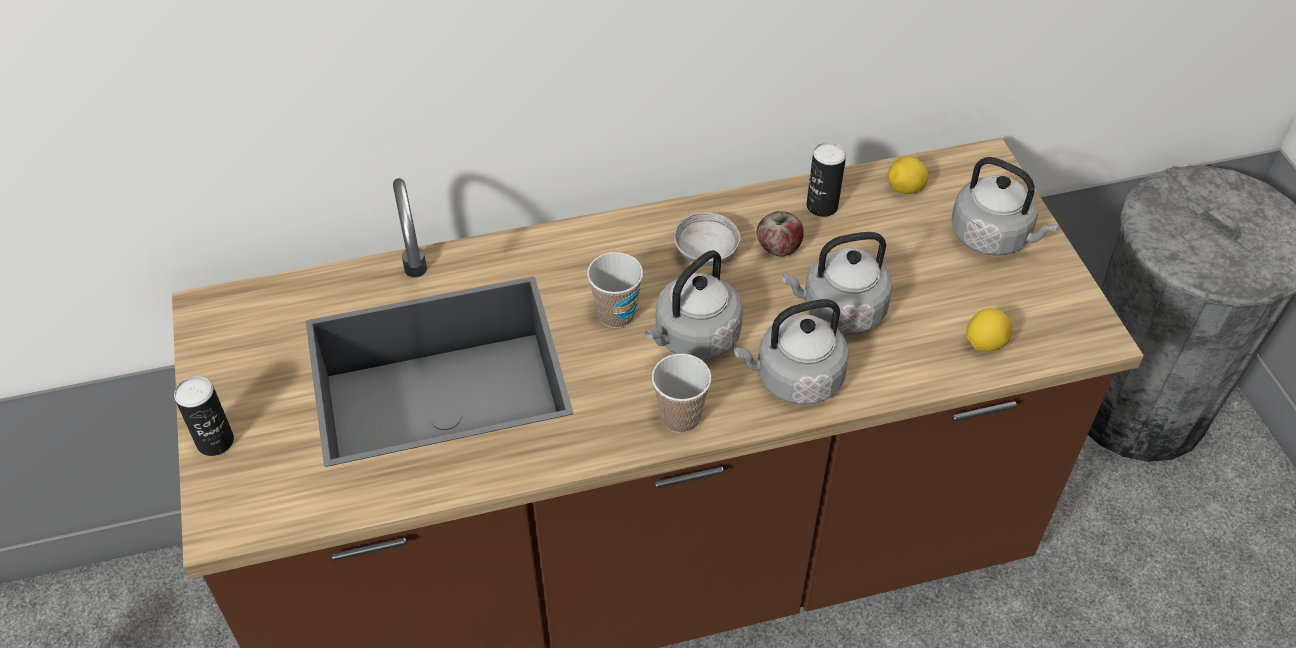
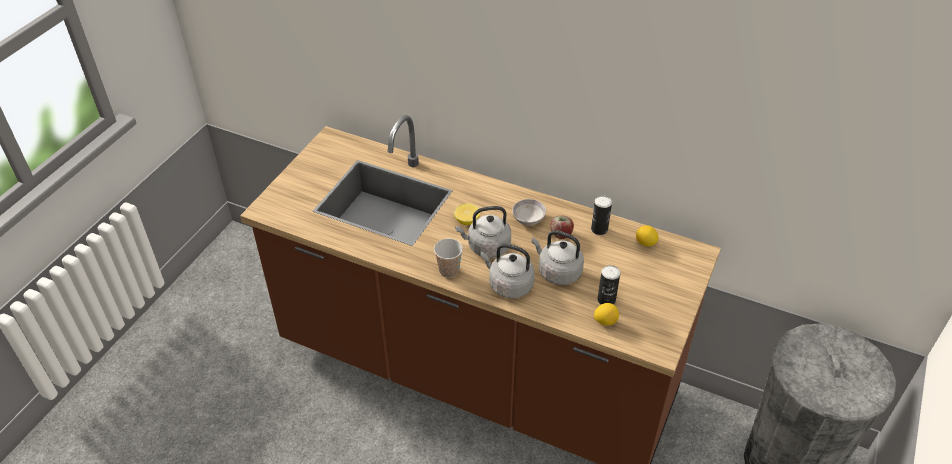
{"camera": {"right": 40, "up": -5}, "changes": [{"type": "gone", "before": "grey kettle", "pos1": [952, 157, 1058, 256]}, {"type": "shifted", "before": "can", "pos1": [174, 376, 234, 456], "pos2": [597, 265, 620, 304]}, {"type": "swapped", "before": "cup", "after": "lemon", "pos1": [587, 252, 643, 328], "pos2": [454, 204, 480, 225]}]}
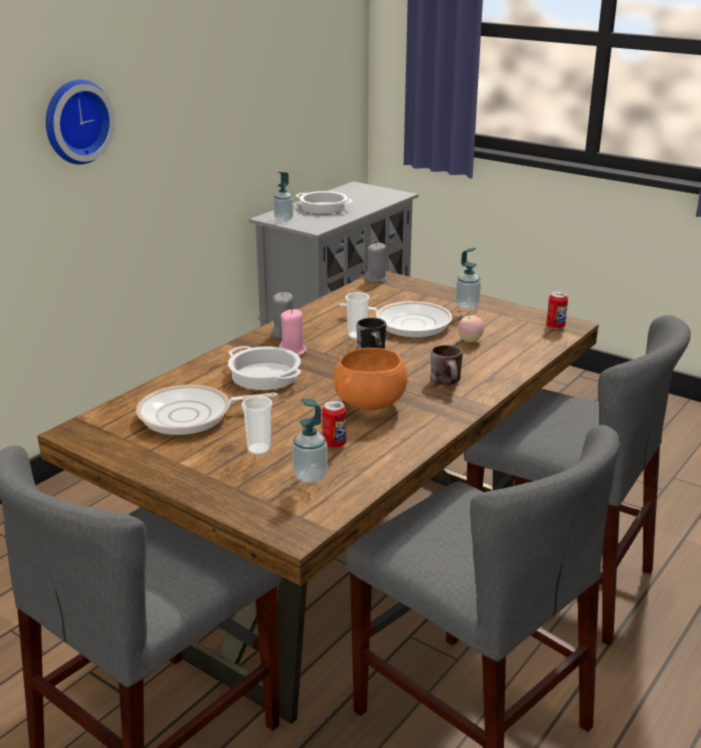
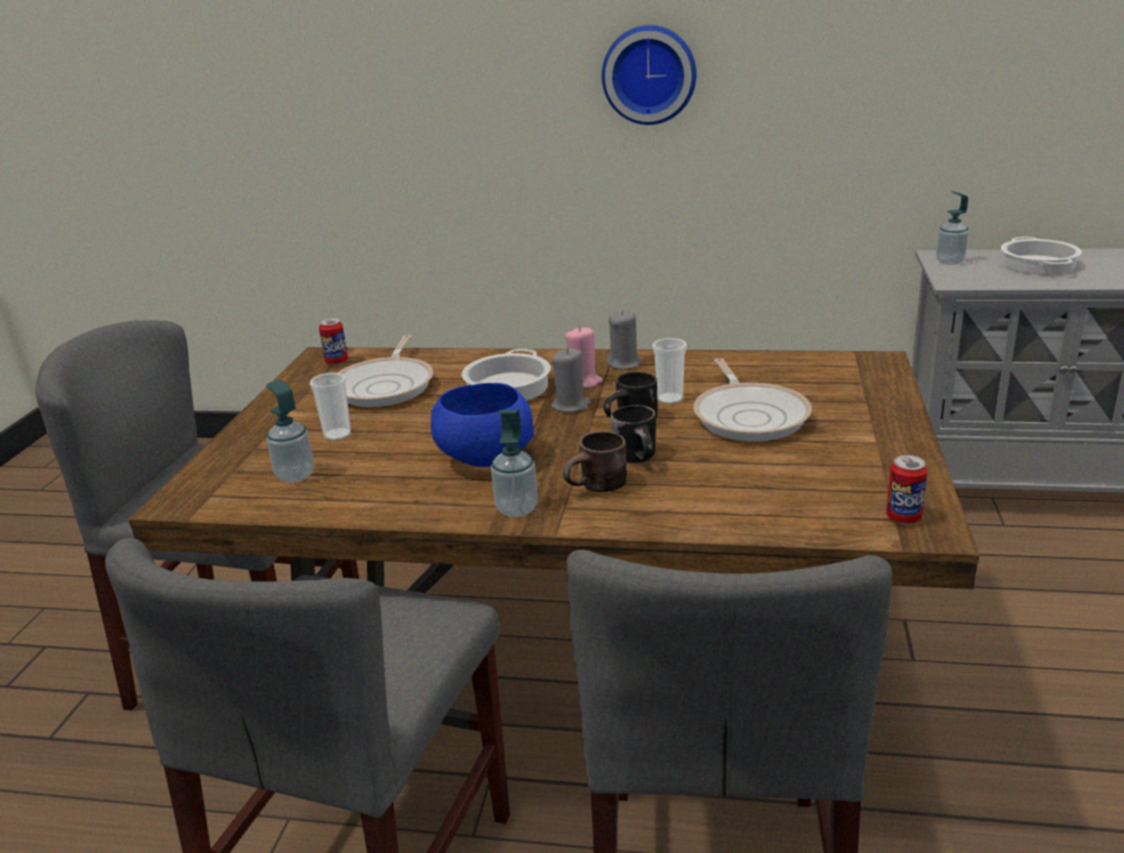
{"camera": {"right": 65, "up": 0}, "changes": [{"type": "gone", "before": "apple", "pos1": [458, 313, 484, 342]}, {"type": "new", "after": "black mug", "pos2": [611, 405, 656, 463]}, {"type": "shifted", "before": "can", "pos1": [322, 401, 346, 448], "pos2": [319, 318, 348, 366]}, {"type": "shifted", "before": "grey candle", "pos1": [364, 243, 388, 283], "pos2": [552, 348, 591, 413]}, {"type": "shifted", "before": "soap dispenser", "pos1": [456, 248, 481, 309], "pos2": [491, 410, 538, 517]}, {"type": "repainted", "before": "orange bowl", "after": "blue bowl", "pos1": [334, 348, 407, 411], "pos2": [431, 383, 534, 467]}, {"type": "rotated", "before": "frying pan", "pos1": [136, 385, 278, 435], "pos2": [338, 335, 433, 407], "turn": -135}]}
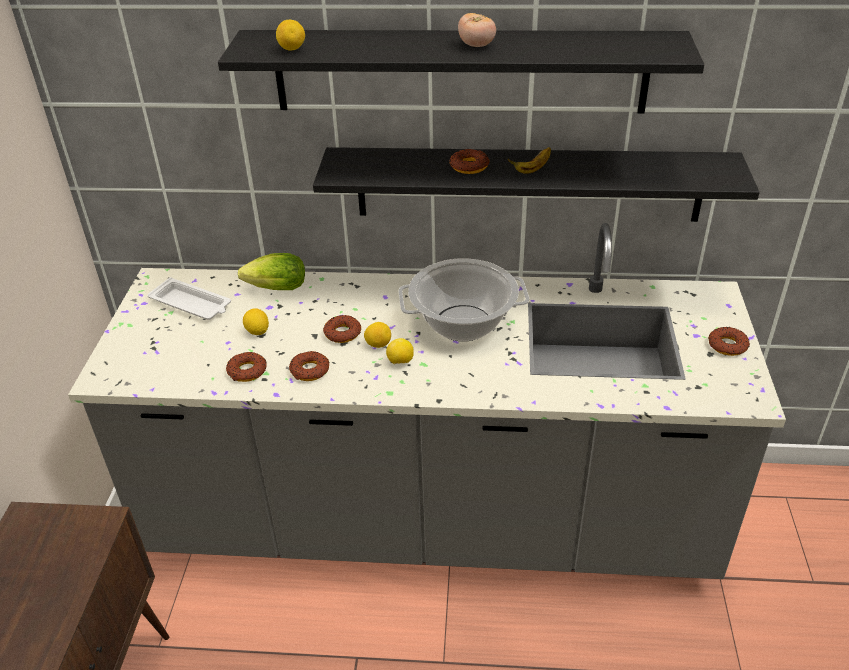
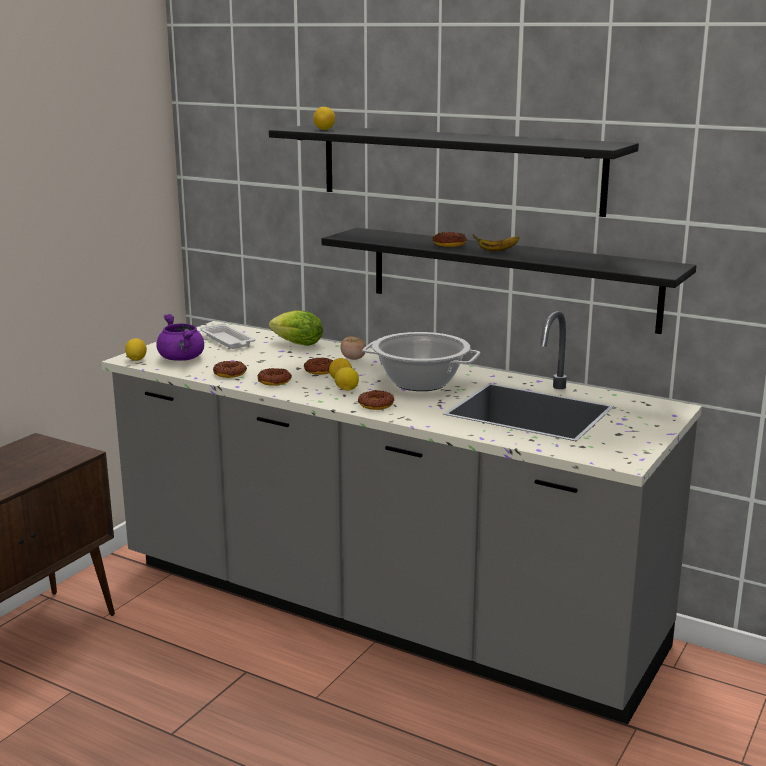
{"camera": {"right": 25, "up": -20}, "changes": [{"type": "new", "after": "purple cooking pot", "pos2": [156, 314, 204, 361]}, {"type": "shifted", "before": "lemon", "pos1": [243, 308, 269, 335], "pos2": [125, 338, 147, 361]}, {"type": "shifted", "before": "tomato", "pos1": [458, 13, 496, 47], "pos2": [340, 336, 366, 360]}, {"type": "shifted", "before": "donut", "pos1": [708, 327, 750, 356], "pos2": [358, 390, 394, 410]}]}
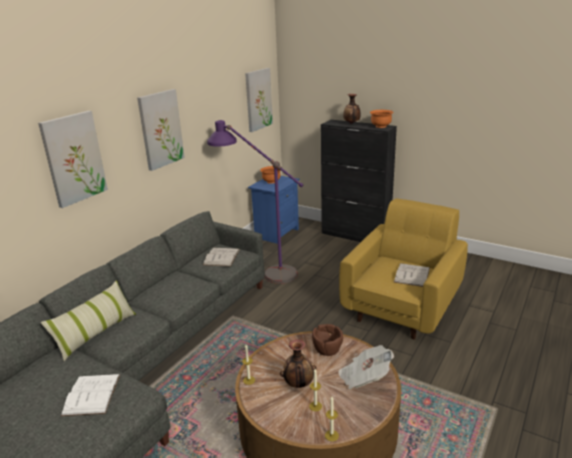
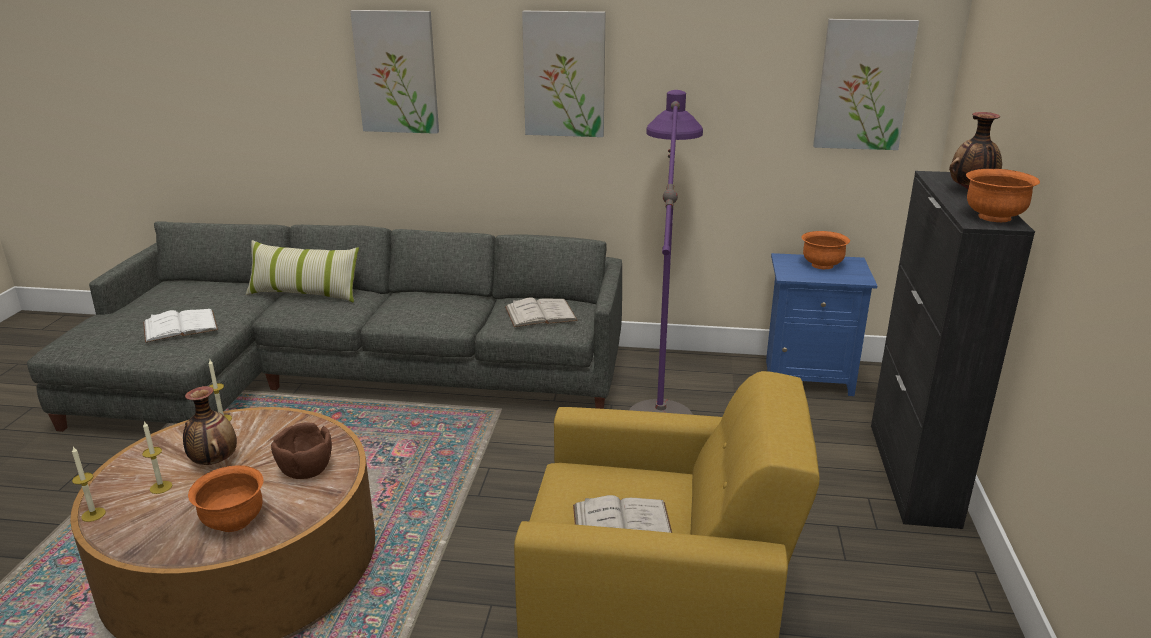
{"camera": {"right": 65, "up": 0}, "changes": [{"type": "swapped", "before": "newspaper", "after": "orange bowl", "pos1": [338, 345, 394, 389], "pos2": [188, 465, 263, 532]}]}
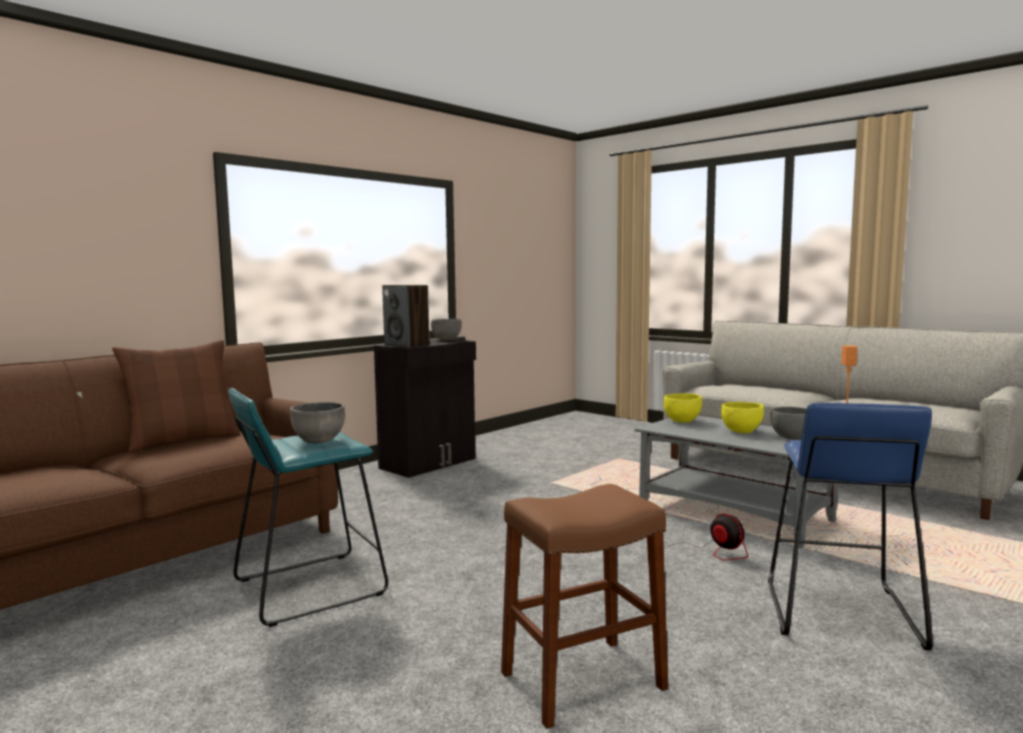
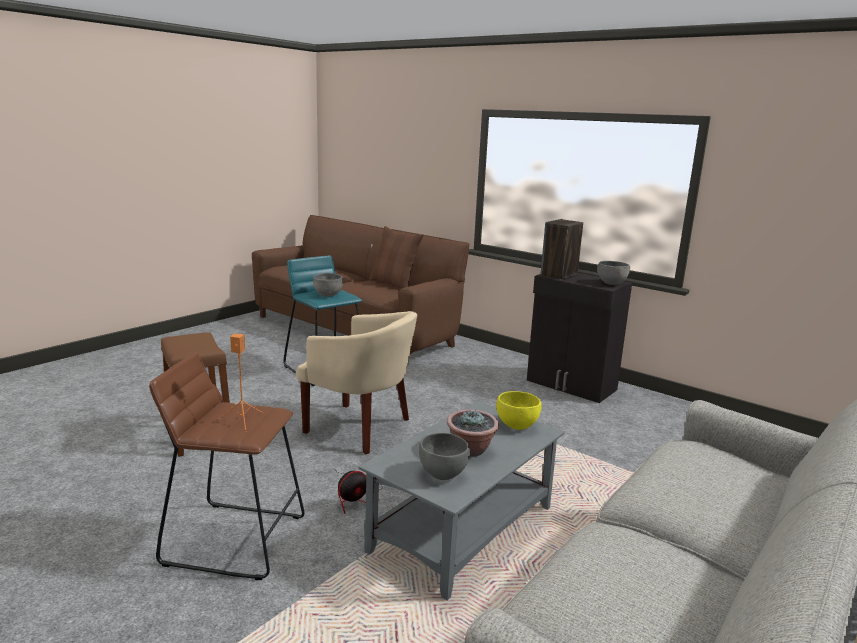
{"camera": {"right": 85, "up": 10}, "changes": [{"type": "new", "after": "beige armchair", "pos2": [296, 311, 417, 455]}, {"type": "swapped", "before": "yellow bowl", "after": "potted plant", "pos1": [721, 402, 764, 433], "pos2": [447, 409, 499, 457]}, {"type": "repainted", "before": "blue stool", "after": "brown stool", "pos1": [768, 403, 933, 651], "pos2": [149, 352, 305, 580]}]}
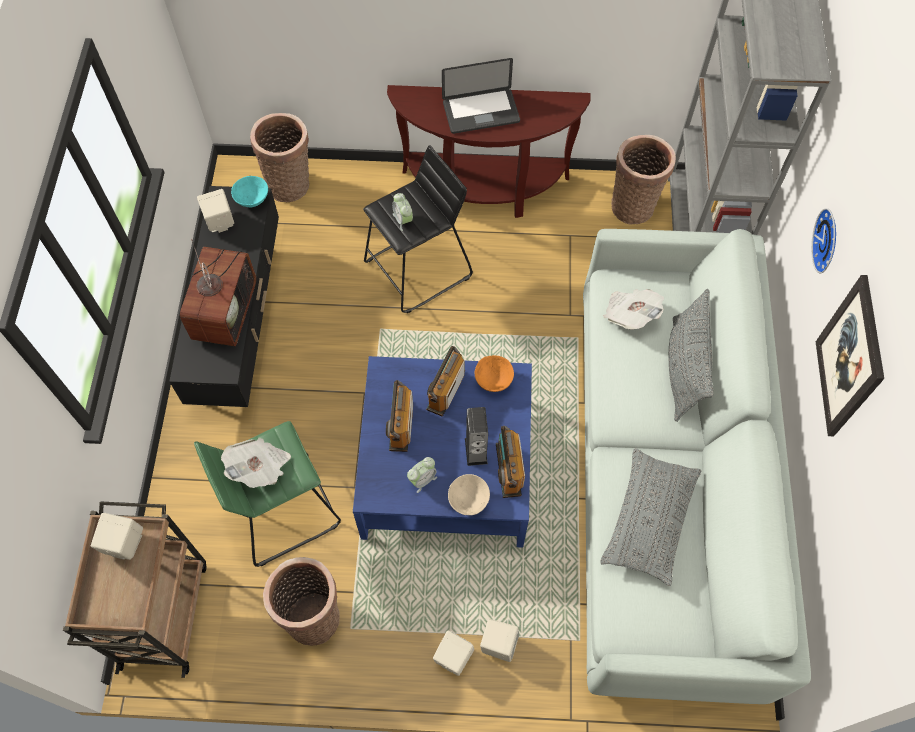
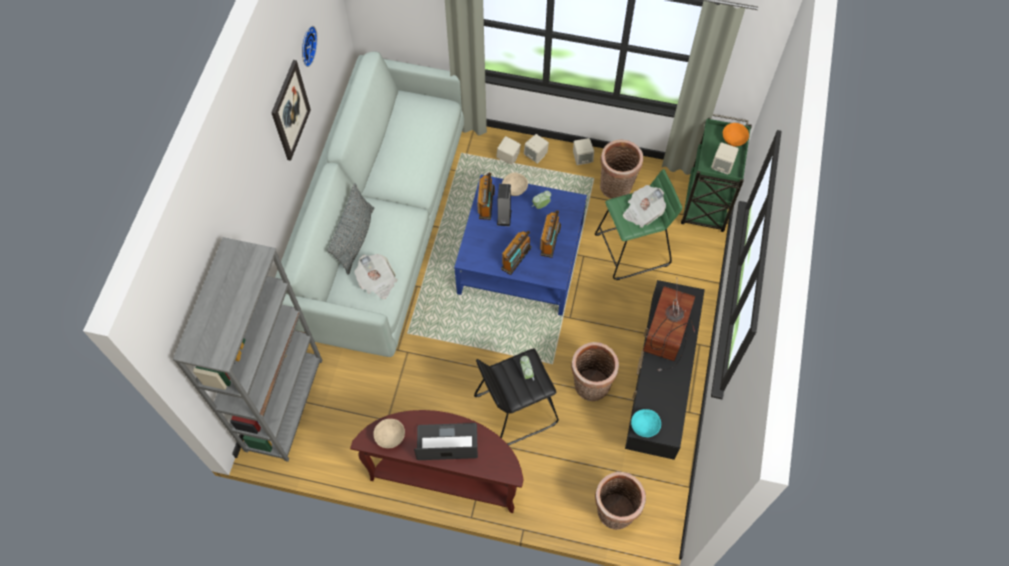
{"camera": {"right": -170, "up": 0}, "changes": [{"type": "gone", "before": "grey pillow", "pos1": [600, 448, 701, 586]}, {"type": "new", "after": "beige bowl", "pos2": [374, 419, 405, 448]}, {"type": "shifted", "before": "beige speaker", "pos1": [197, 189, 234, 233], "pos2": [573, 138, 594, 165]}, {"type": "shifted", "before": "orange bowl", "pos1": [475, 355, 514, 392], "pos2": [723, 123, 749, 147]}, {"type": "shifted", "before": "basket", "pos1": [611, 135, 676, 224], "pos2": [571, 342, 619, 401]}, {"type": "shifted", "before": "wall clock", "pos1": [811, 208, 836, 273], "pos2": [302, 26, 318, 67]}, {"type": "repainted", "before": "brown cart", "after": "green cart", "pos1": [63, 502, 207, 678], "pos2": [681, 114, 752, 232]}]}
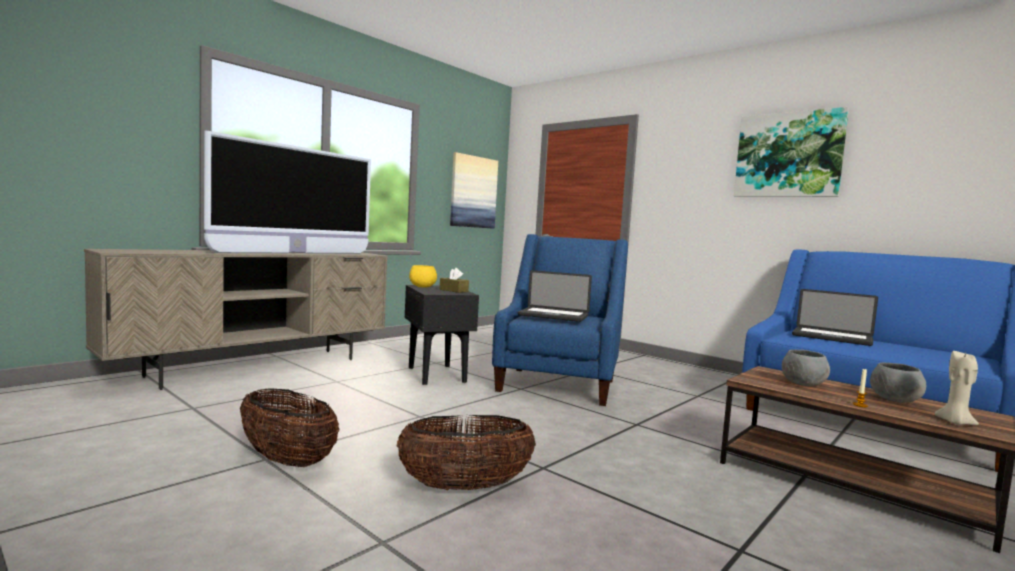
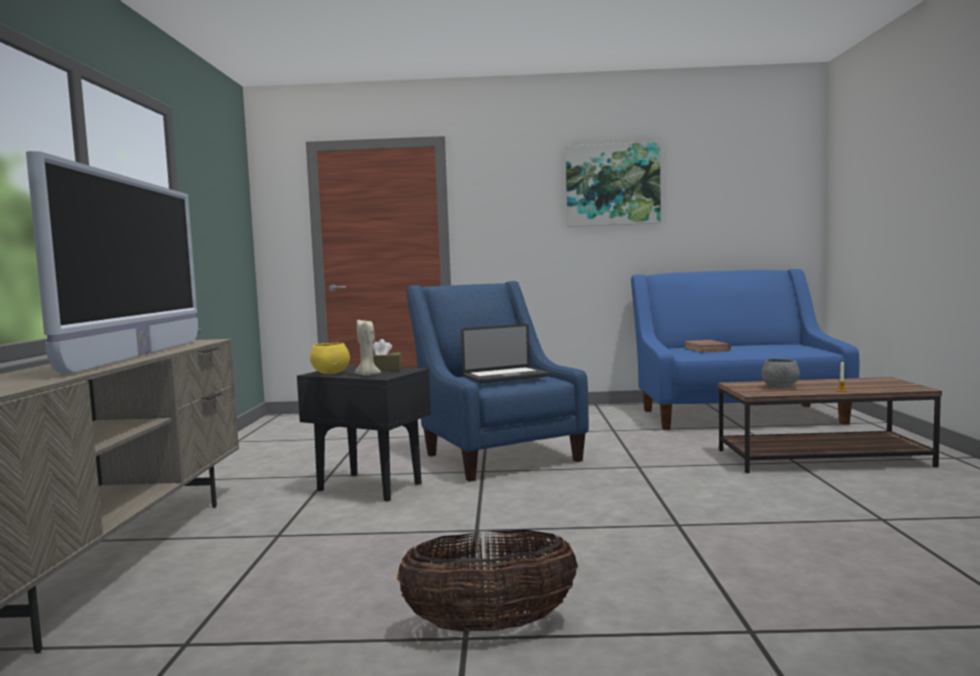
{"camera": {"right": -40, "up": 0}, "changes": [{"type": "gone", "before": "basket", "pos1": [397, 415, 536, 491]}, {"type": "gone", "before": "picture", "pos1": [450, 152, 498, 229]}, {"type": "gone", "before": "grey bowl", "pos1": [870, 363, 926, 403]}, {"type": "shifted", "before": "beige candle", "pos1": [934, 351, 979, 425], "pos2": [355, 320, 381, 376]}, {"type": "swapped", "before": "laptop", "after": "brown book", "pos1": [792, 289, 878, 346], "pos2": [684, 340, 731, 352]}]}
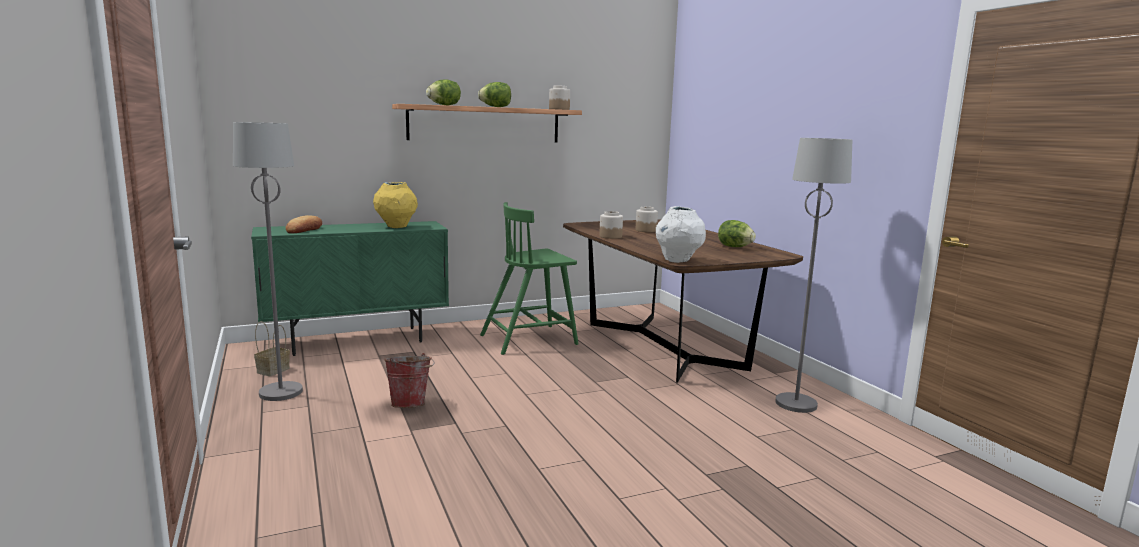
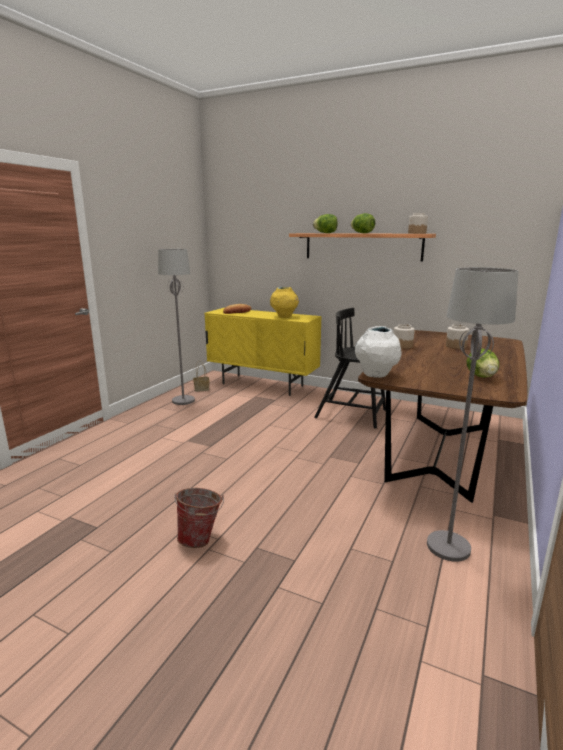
{"camera": {"right": 50, "up": 5}, "changes": [{"type": "shifted", "before": "bucket", "pos1": [384, 353, 434, 408], "pos2": [174, 488, 224, 548]}, {"type": "repainted", "before": "green cabinet", "after": "yellow cabinet", "pos1": [251, 221, 449, 356], "pos2": [204, 308, 322, 396]}, {"type": "repainted", "before": "green chair", "after": "black chair", "pos1": [480, 202, 579, 355], "pos2": [314, 308, 386, 428]}]}
